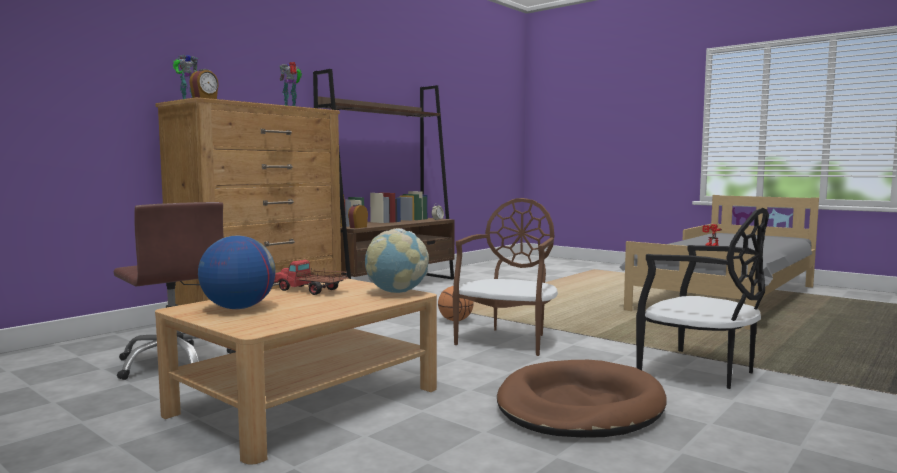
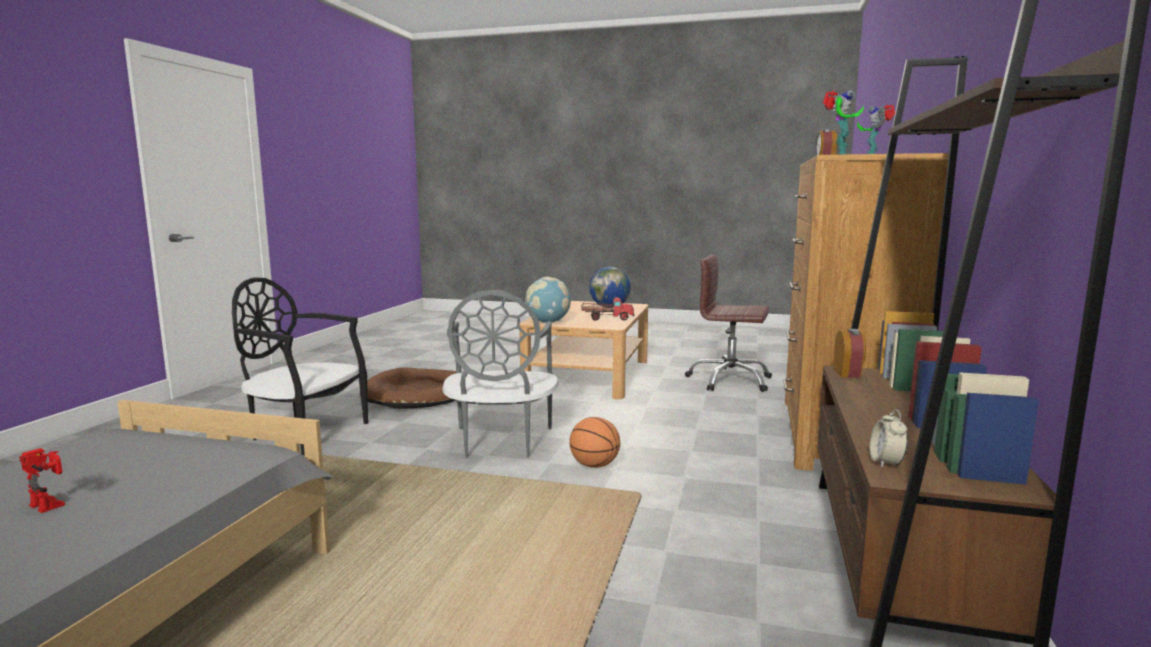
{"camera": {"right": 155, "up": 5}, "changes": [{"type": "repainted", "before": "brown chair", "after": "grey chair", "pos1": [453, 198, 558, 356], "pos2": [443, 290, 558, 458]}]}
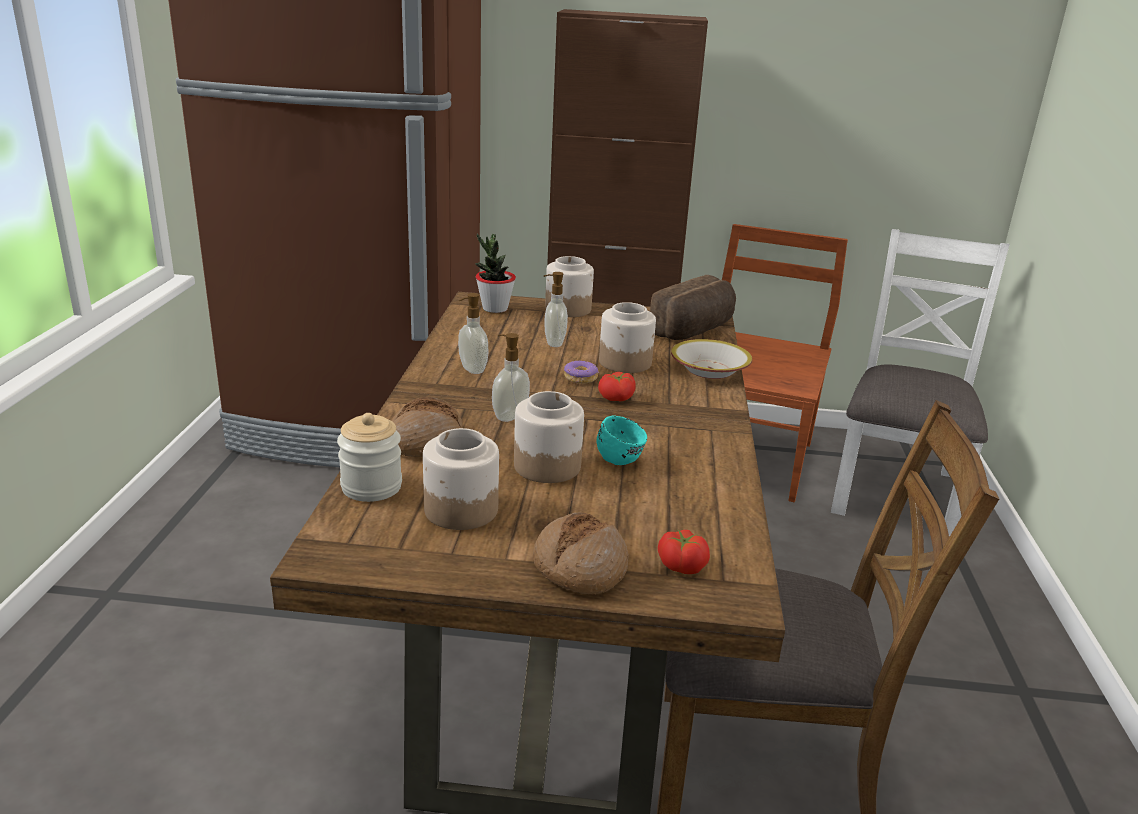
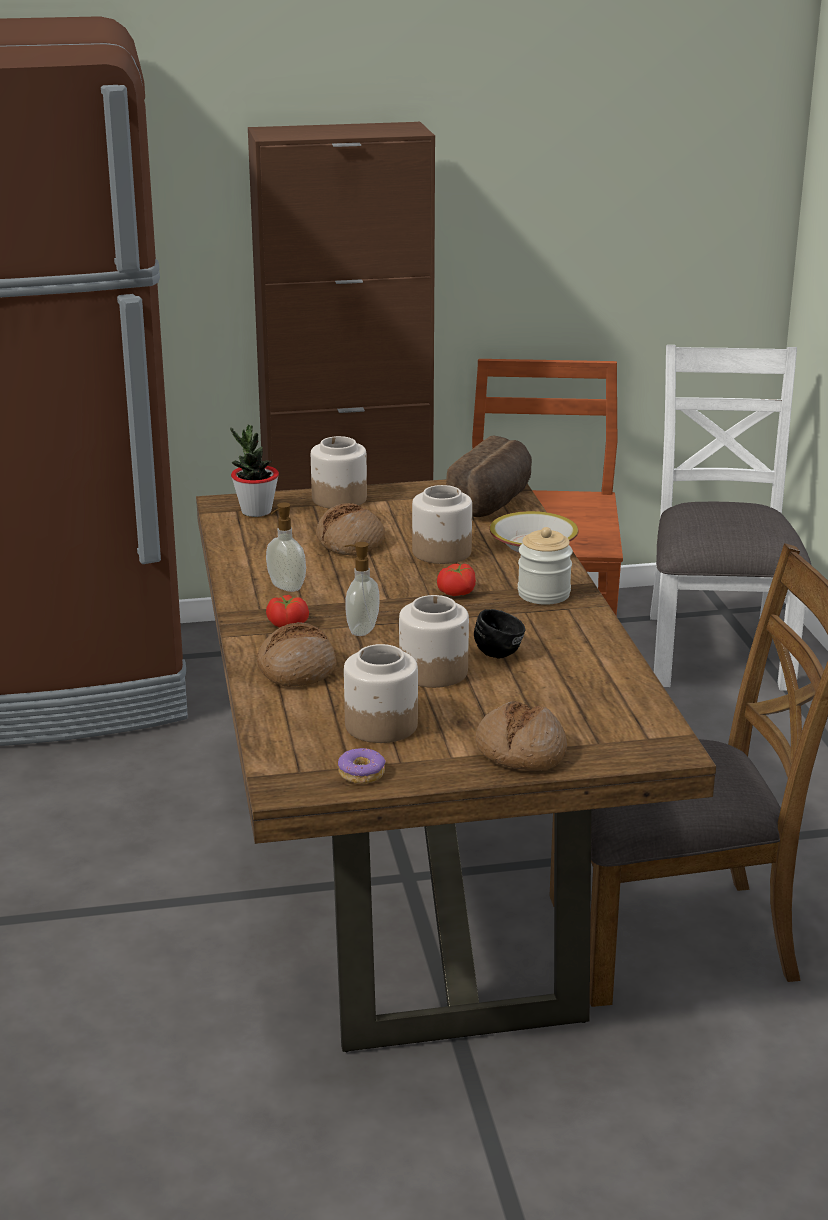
{"camera": {"right": -15, "up": 0}, "changes": [{"type": "shifted", "before": "jar", "pos1": [337, 413, 402, 502], "pos2": [518, 527, 573, 605]}, {"type": "shifted", "before": "donut", "pos1": [564, 361, 599, 384], "pos2": [338, 748, 386, 784]}, {"type": "shifted", "before": "tomato", "pos1": [658, 529, 710, 574], "pos2": [266, 595, 309, 628]}, {"type": "swapped", "before": "soap dispenser", "after": "bread", "pos1": [544, 272, 568, 347], "pos2": [316, 503, 385, 556]}, {"type": "repainted", "before": "turquoise mug", "after": "black mug", "pos1": [596, 415, 647, 465], "pos2": [474, 609, 526, 659]}]}
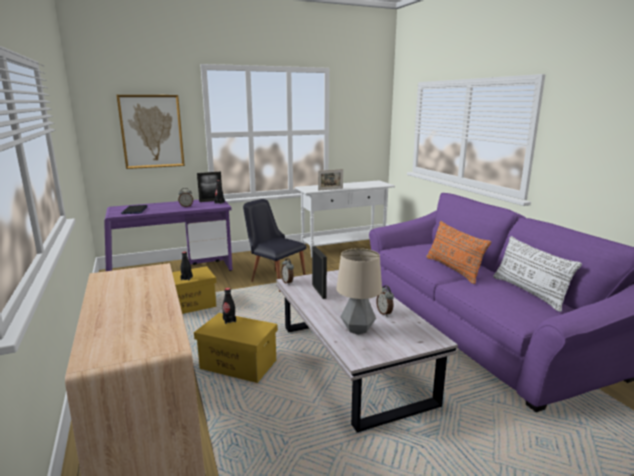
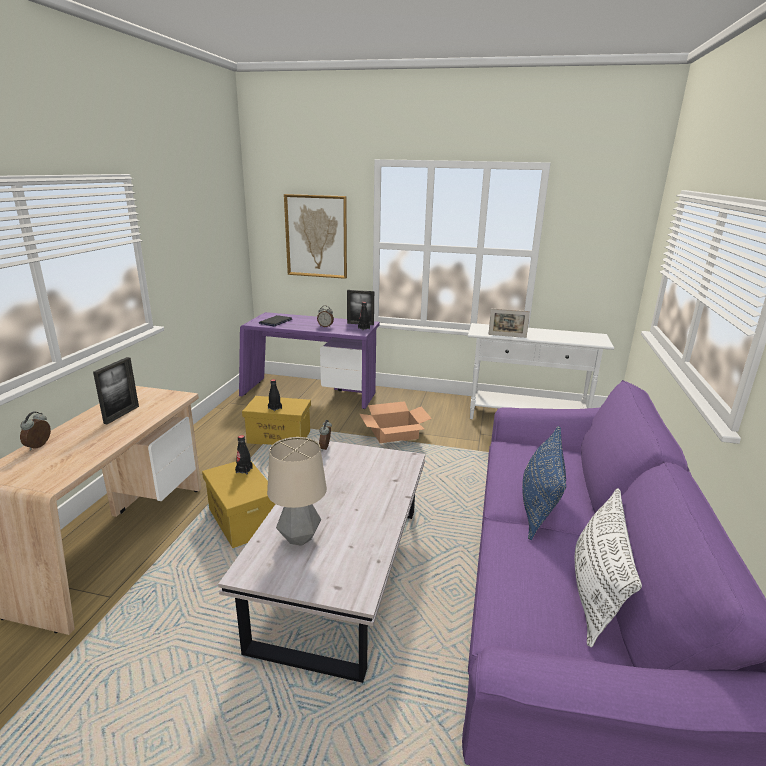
{"camera": {"right": 35, "up": 5}, "changes": [{"type": "shifted", "before": "picture frame", "pos1": [312, 246, 327, 299], "pos2": [93, 357, 139, 424]}, {"type": "shifted", "before": "alarm clock", "pos1": [376, 285, 394, 316], "pos2": [20, 411, 51, 451]}, {"type": "swapped", "before": "black chair", "after": "cardboard box", "pos1": [243, 199, 306, 292], "pos2": [360, 401, 432, 443]}, {"type": "repainted", "before": "orange pillow", "after": "blue pillow", "pos1": [426, 221, 491, 284], "pos2": [522, 426, 566, 540]}]}
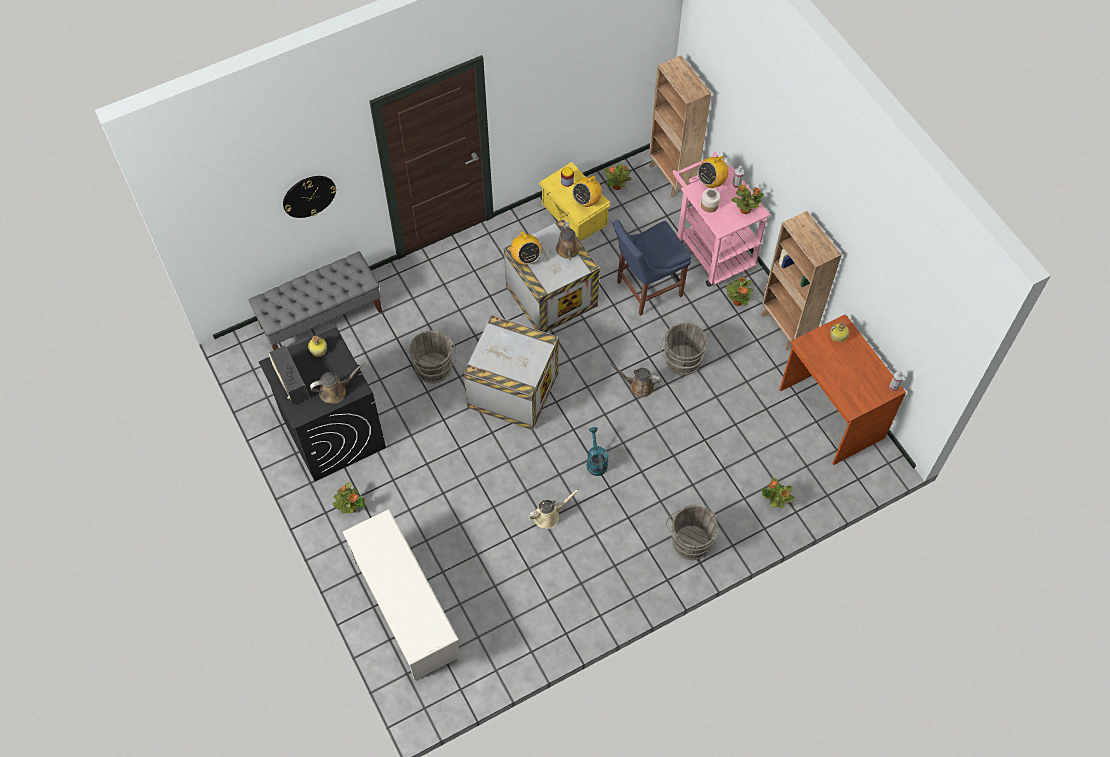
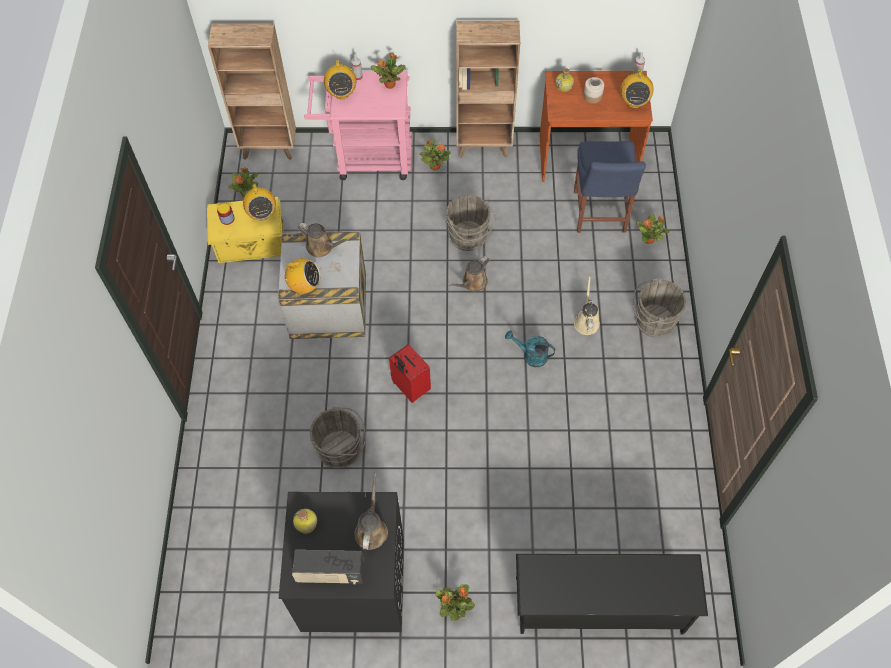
{"camera": {"right": -60, "up": 0}, "changes": [{"type": "gone", "before": "grey bench", "pos1": [249, 251, 382, 351]}, {"type": "gone", "before": "wall clock", "pos1": [283, 176, 336, 218]}, {"type": "new", "after": "radio", "pos2": [620, 68, 654, 108]}, {"type": "shifted", "before": "beige watering can", "pos1": [529, 489, 579, 529], "pos2": [574, 275, 600, 335]}, {"type": "shifted", "before": "blue chair", "pos1": [613, 220, 691, 316], "pos2": [574, 141, 646, 233]}, {"type": "shifted", "before": "jar", "pos1": [701, 188, 720, 213], "pos2": [583, 77, 604, 104]}, {"type": "swapped", "before": "crate", "after": "red suitcase", "pos1": [463, 315, 559, 430], "pos2": [389, 344, 431, 403]}, {"type": "repainted", "before": "white shoe rack", "after": "black shoe rack", "pos1": [343, 509, 461, 681], "pos2": [516, 554, 708, 634]}]}
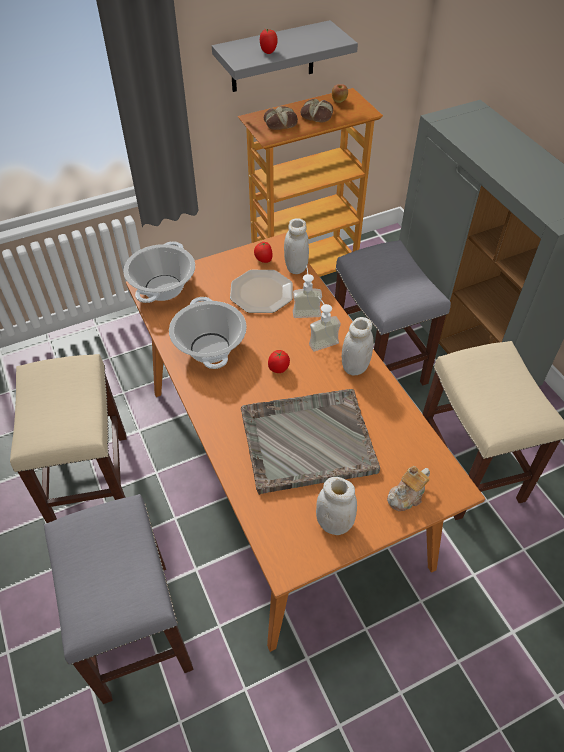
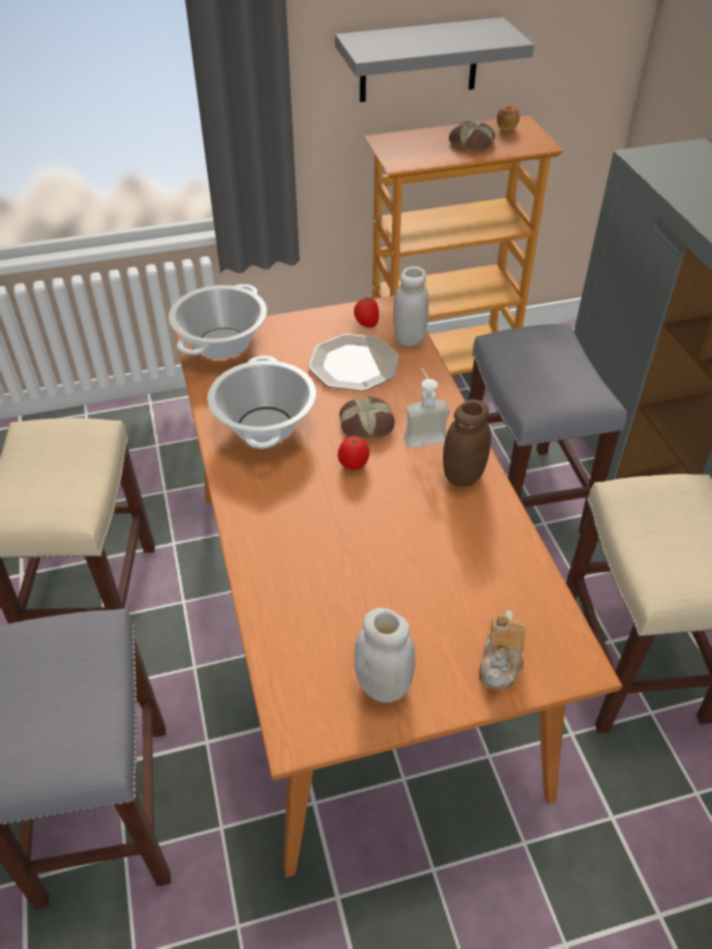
{"camera": {"right": 10, "up": -5}, "changes": [{"type": "gone", "before": "grey tray", "pos1": [241, 389, 380, 495]}, {"type": "gone", "before": "tomato", "pos1": [260, 29, 278, 54]}, {"type": "gone", "before": "soap dispenser", "pos1": [293, 266, 322, 318]}, {"type": "shifted", "before": "bread", "pos1": [264, 106, 298, 130], "pos2": [339, 397, 395, 439]}, {"type": "repainted", "before": "white jar", "after": "brown jar", "pos1": [342, 317, 374, 375], "pos2": [443, 399, 491, 487]}, {"type": "rotated", "before": "teapot", "pos1": [387, 466, 430, 511], "pos2": [479, 610, 526, 691], "turn": -45}]}
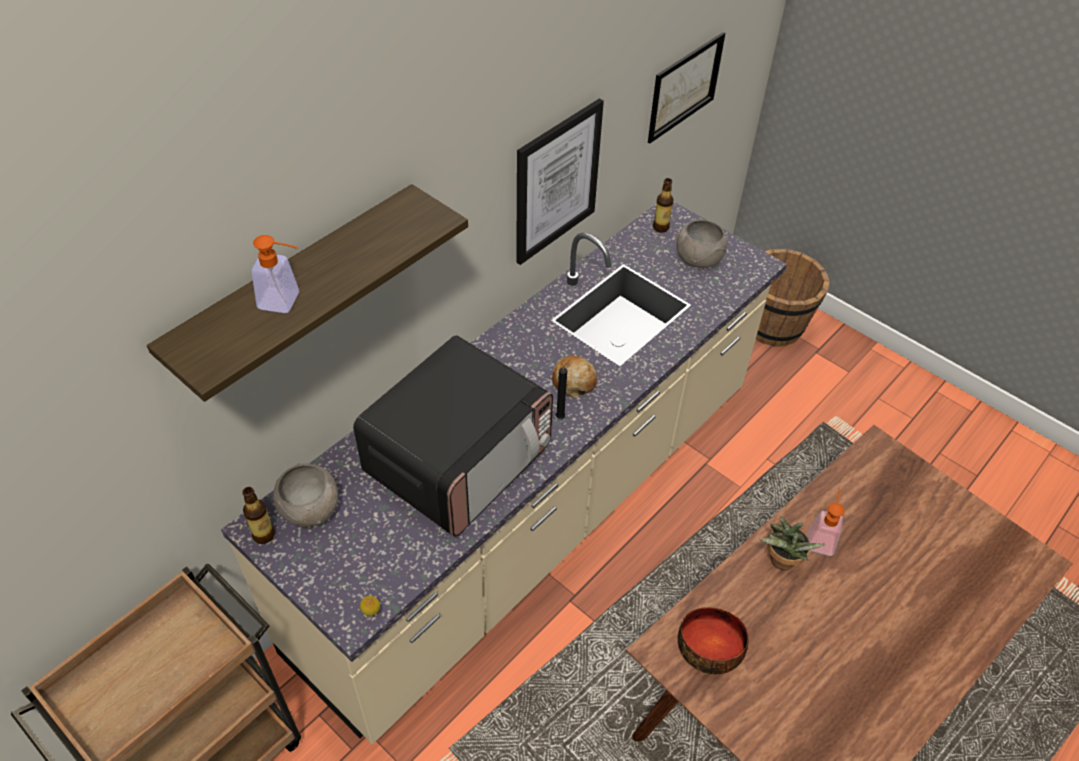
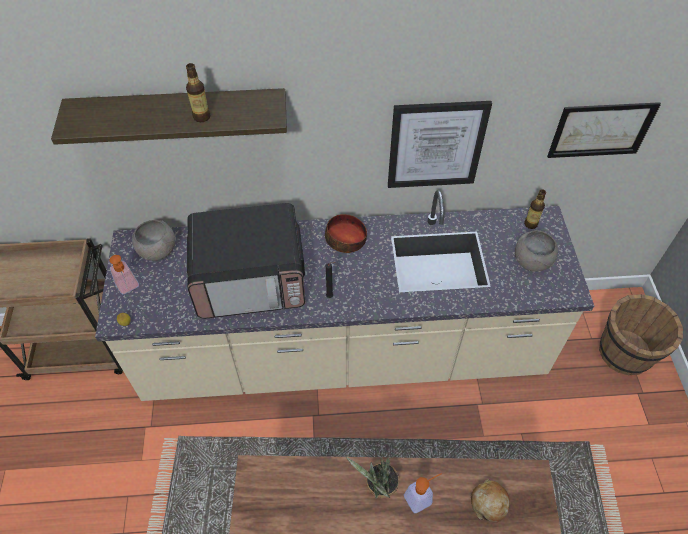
{"camera": {"right": 45, "up": 5}, "changes": [{"type": "shifted", "before": "bottle", "pos1": [242, 487, 275, 544], "pos2": [186, 63, 210, 122]}, {"type": "shifted", "before": "soap dispenser", "pos1": [252, 235, 299, 313], "pos2": [109, 255, 139, 294]}, {"type": "shifted", "before": "bread", "pos1": [552, 356, 597, 398], "pos2": [471, 479, 510, 522]}, {"type": "shifted", "before": "bowl", "pos1": [678, 607, 749, 674], "pos2": [325, 214, 367, 253]}]}
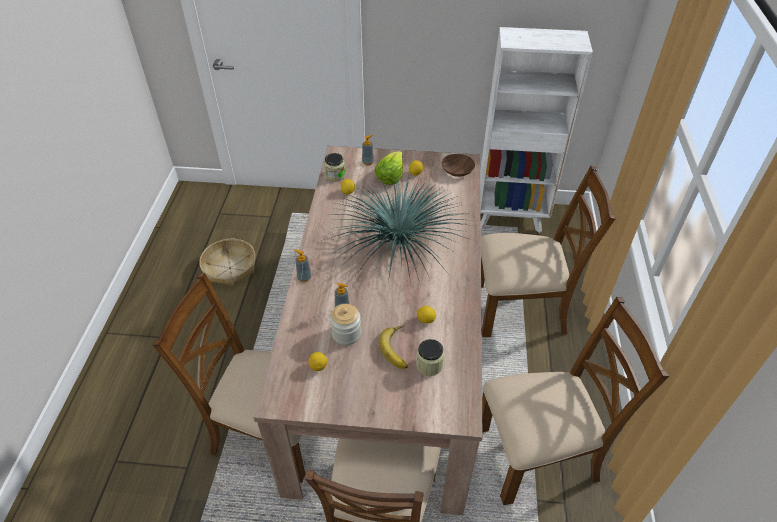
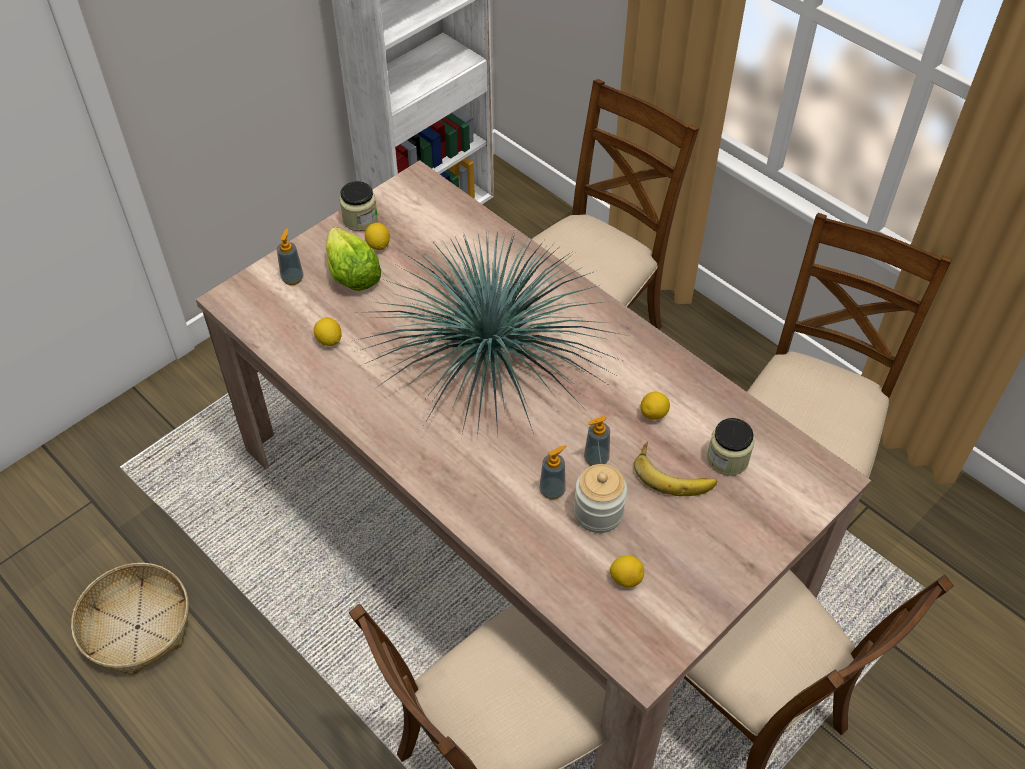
{"camera": {"right": -50, "up": 5}, "changes": [{"type": "gone", "before": "brown bowl", "pos1": [441, 154, 475, 177]}, {"type": "shifted", "before": "soap dispenser", "pos1": [294, 249, 311, 282], "pos2": [584, 416, 610, 466]}, {"type": "shifted", "before": "jar", "pos1": [324, 153, 345, 181], "pos2": [340, 181, 378, 231]}]}
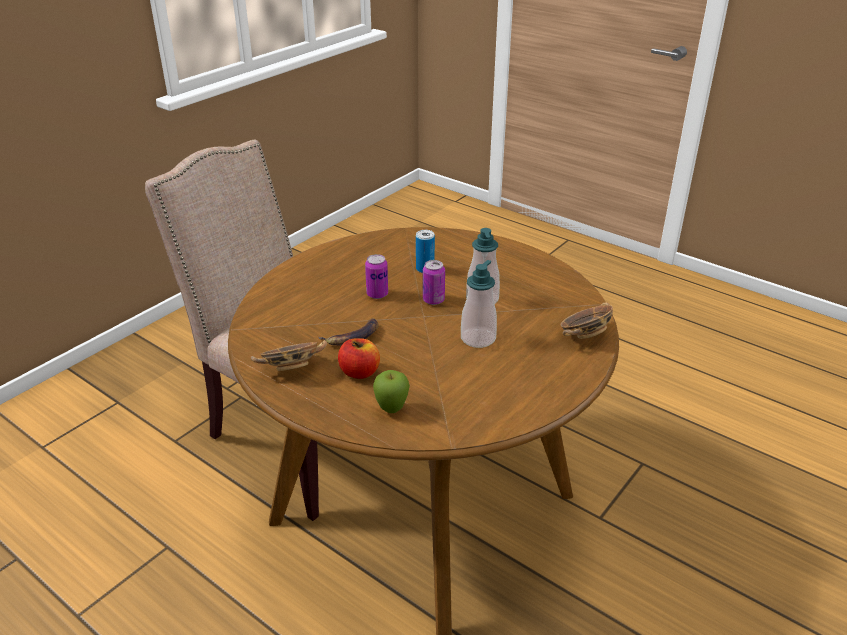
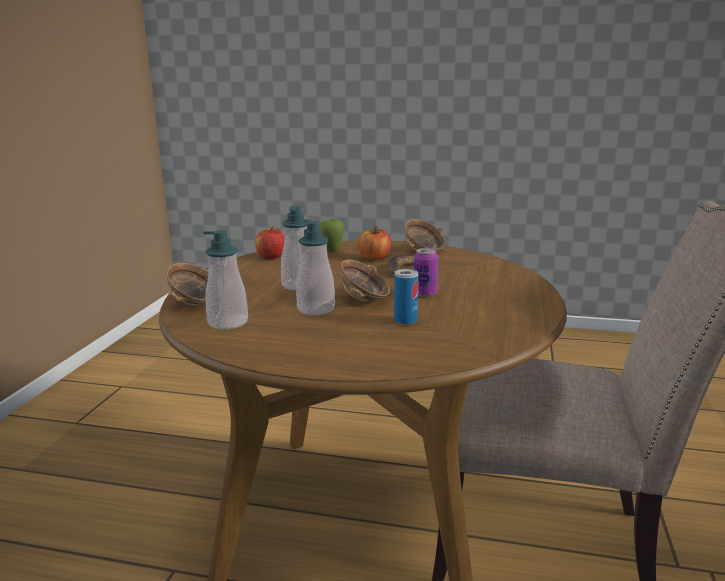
{"camera": {"right": 155, "up": -15}, "changes": [{"type": "new", "after": "soap dispenser", "pos2": [203, 230, 248, 330]}, {"type": "new", "after": "apple", "pos2": [255, 227, 285, 259]}, {"type": "swapped", "before": "can", "after": "bowl", "pos1": [423, 260, 445, 305], "pos2": [340, 260, 390, 301]}]}
